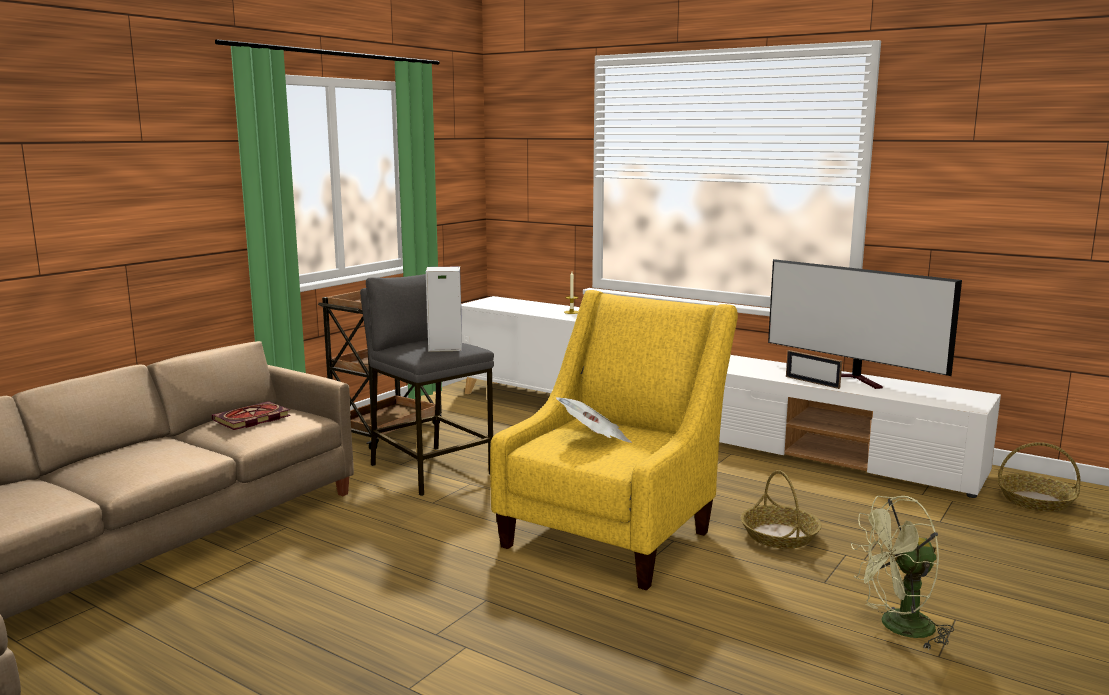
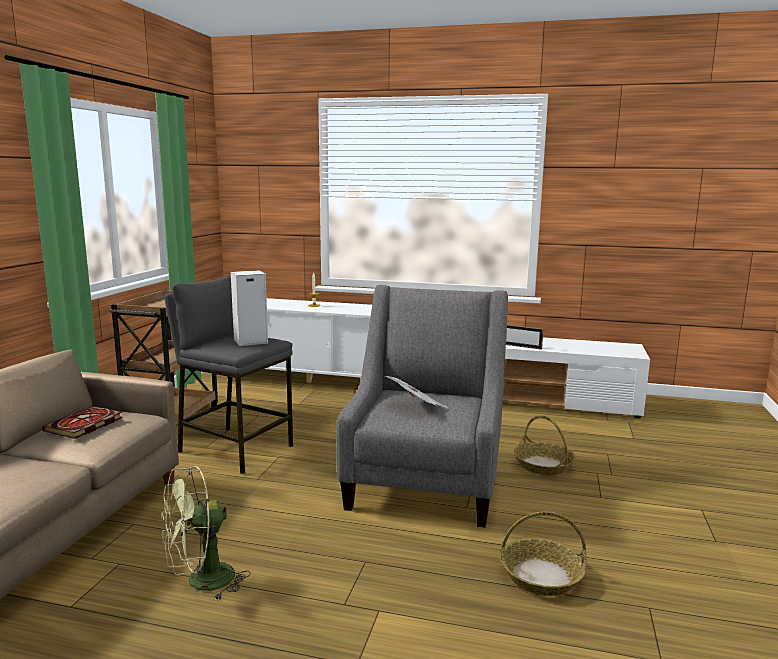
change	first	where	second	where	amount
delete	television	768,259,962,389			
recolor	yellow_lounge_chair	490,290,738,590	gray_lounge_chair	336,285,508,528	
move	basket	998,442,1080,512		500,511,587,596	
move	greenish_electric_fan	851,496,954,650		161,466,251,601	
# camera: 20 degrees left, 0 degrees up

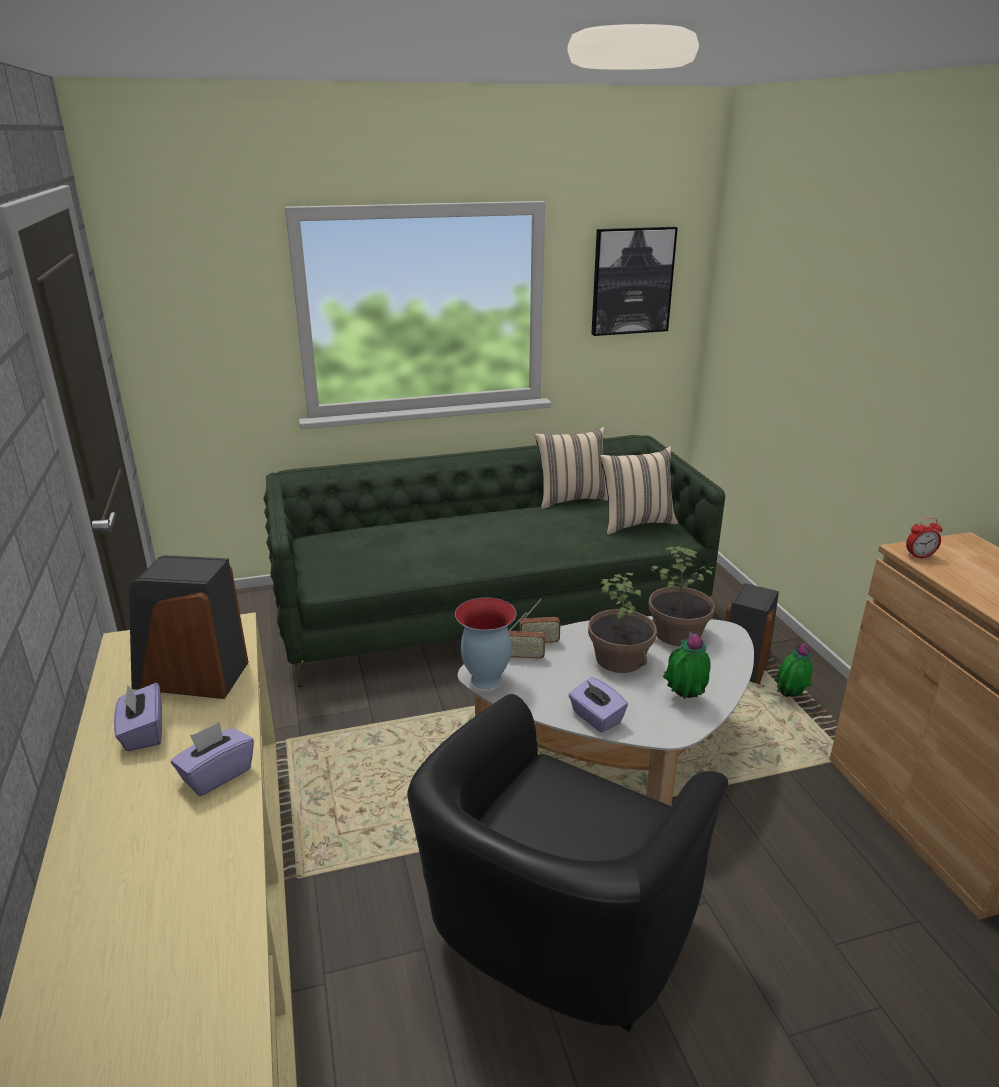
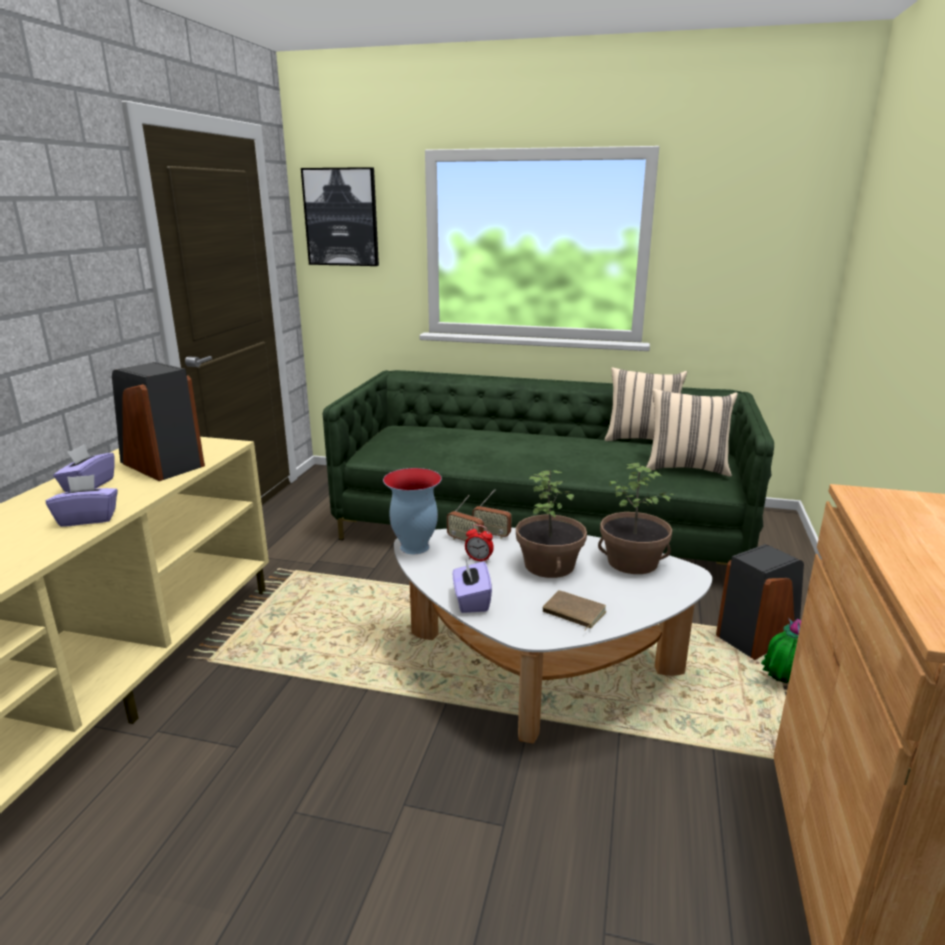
change	first	where	second	where	amount
move	wall_art	591,227,678,336		301,167,379,266	
move	alarm_clock	906,517,942,559		465,525,494,563	
replace	plant_in_a_pot	663,631,711,699	brown-coloured_volume	543,590,607,630	
delete	black_lounge_chair	407,694,728,1032			
# camera: 30 degrees right, 5 degrees down

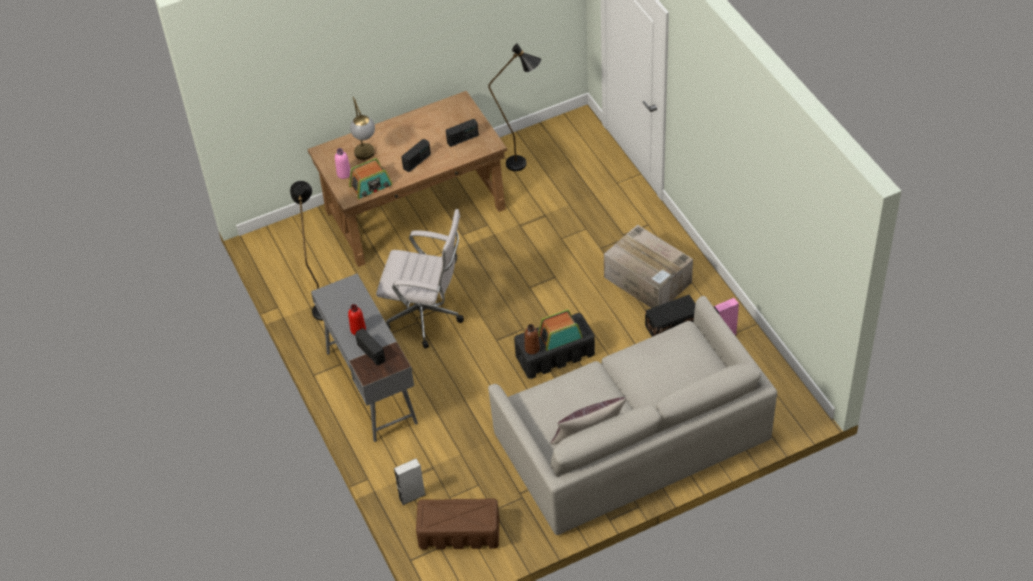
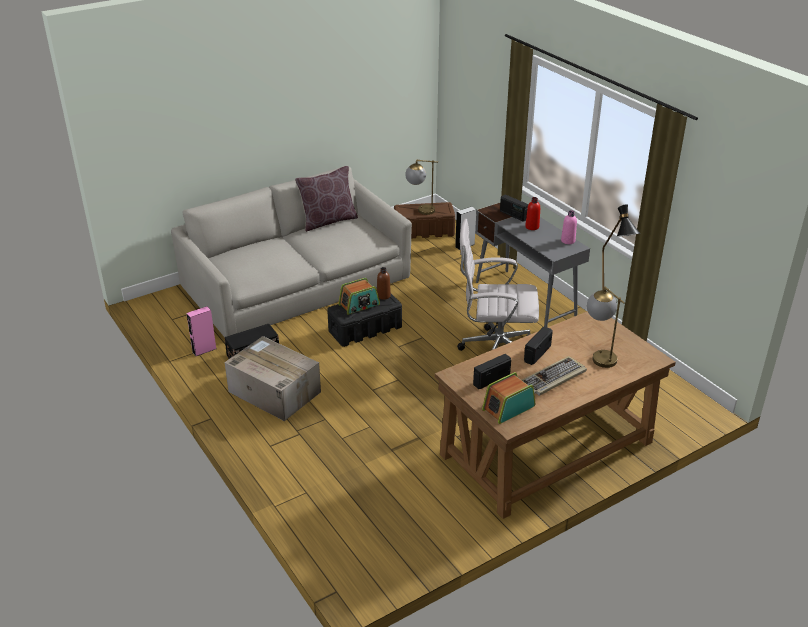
change	first	where	second	where	amount
delete	black_standing_lamp	488,43,541,171			
move	pink_bottle	335,148,351,179		561,210,577,244	
move	radio_set	349,158,392,199		482,372,535,424	
insert			table_lamp	405,160,438,215	
insert			computer_keyboard	522,356,587,396	
# camera: 170 degrees right, 15 degrees down

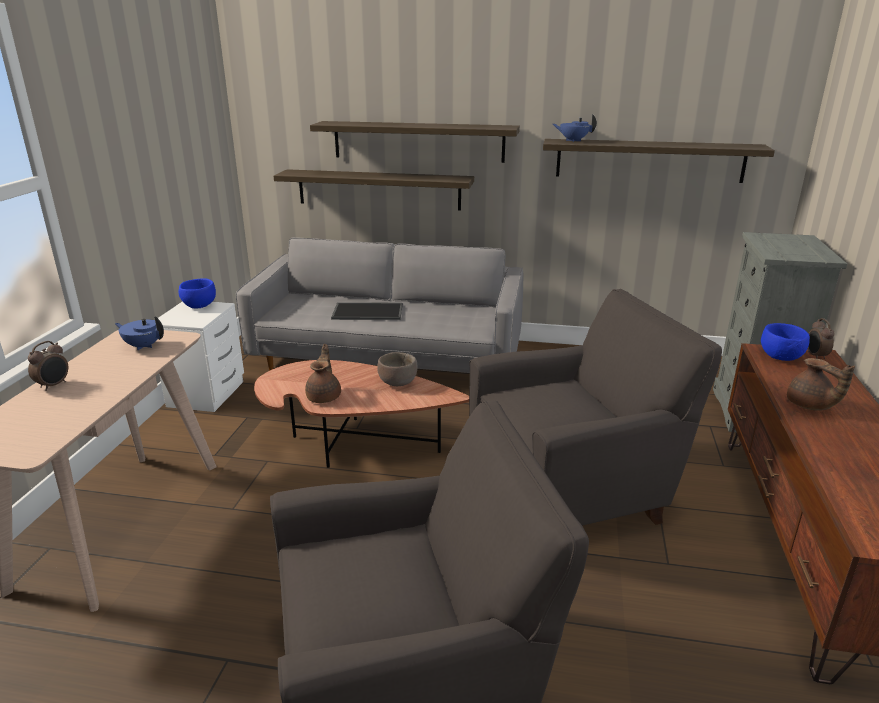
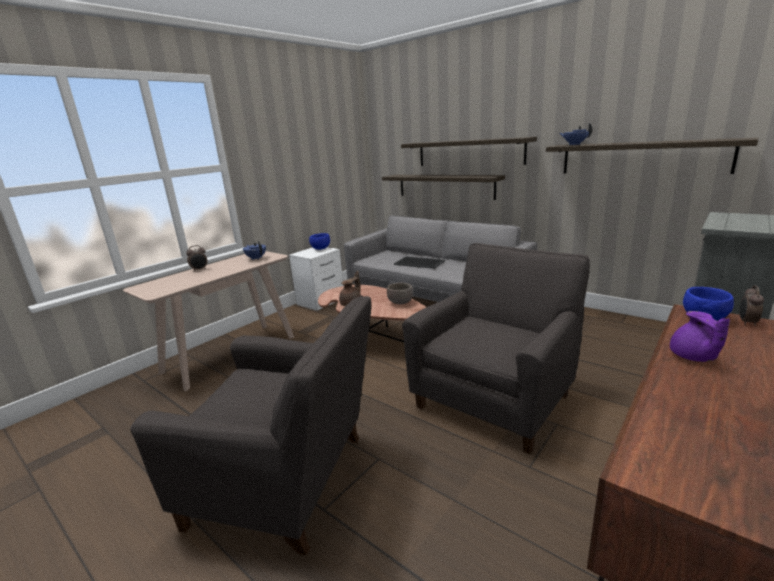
change	first	where	second	where	amount
rotate	gray_lounge_chair	469,289,722,526		402,243,590,454	60 degrees counterclockwise
recolor	brown-coloured_teapot	787,358,855,411	purple_teapot	670,311,730,362	
# camera: 30 degrees right, 5 degrees down

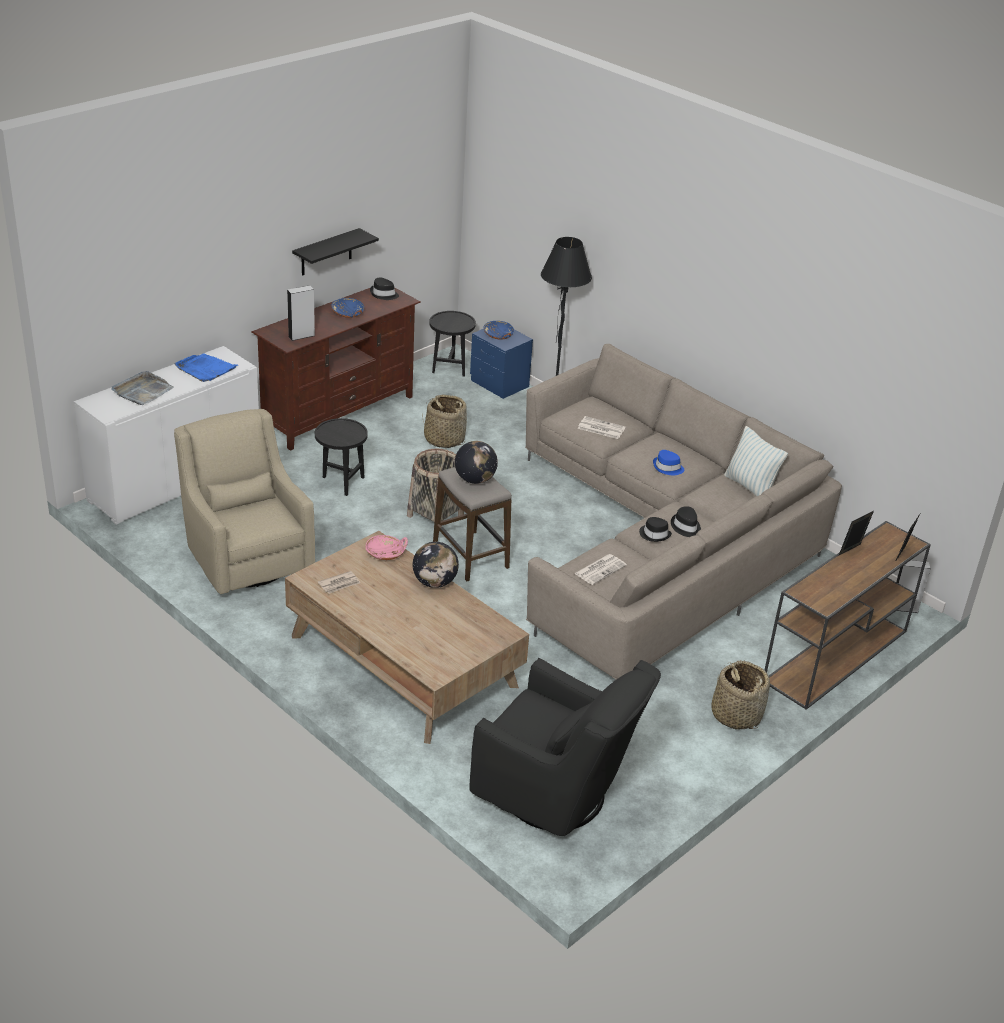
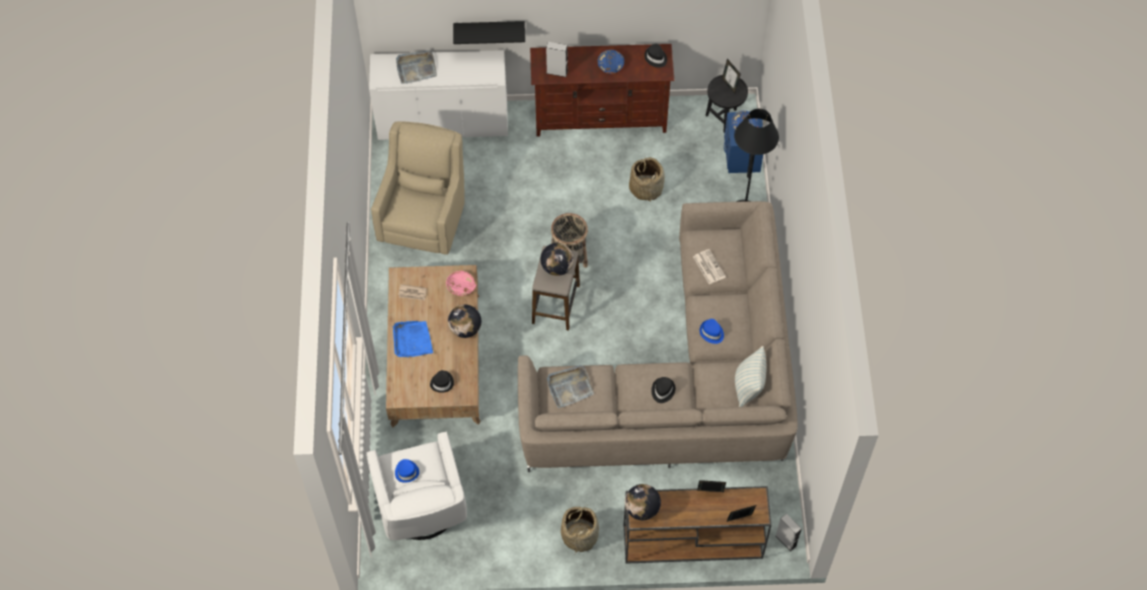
change	first	where	second	where	amount
move	black_bracket_shelf	292,228,379,276		453,21,525,44	
move	bluish_tray	174,353,238,382		393,321,433,357	
delete	black_side_table	315,418,368,496			
move	black_hat	639,517,672,542		430,370,454,393	
replace	newspaper	574,554,627,585	gray_tray	547,365,594,408	
recolor	black_lounge_chair	469,658,661,836	white-coloured_lounge_chair	366,431,467,540	
insert			standing_frame	722,59,741,93	
insert			bluish_hat	395,459,419,483	
insert			world_globe	625,484,661,520	
# camera: 45 degrees right, 25 degrees up

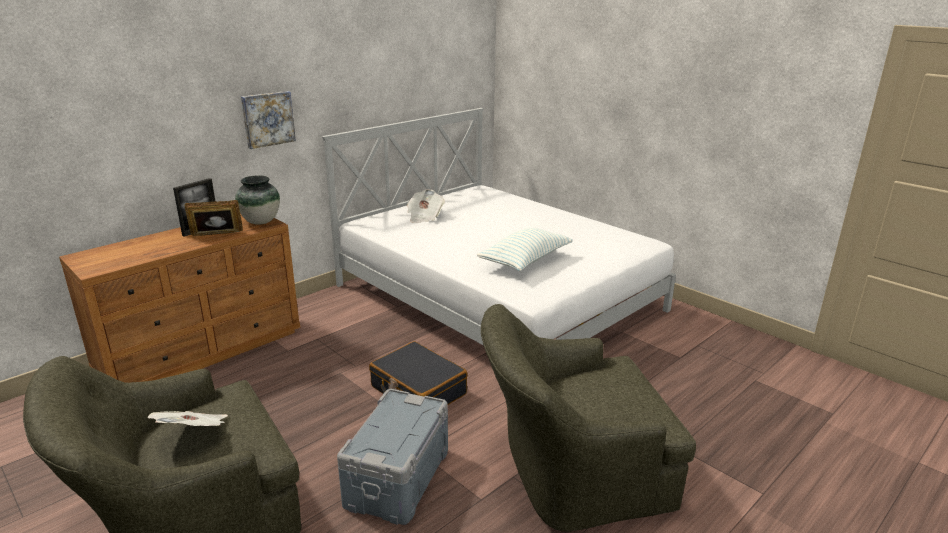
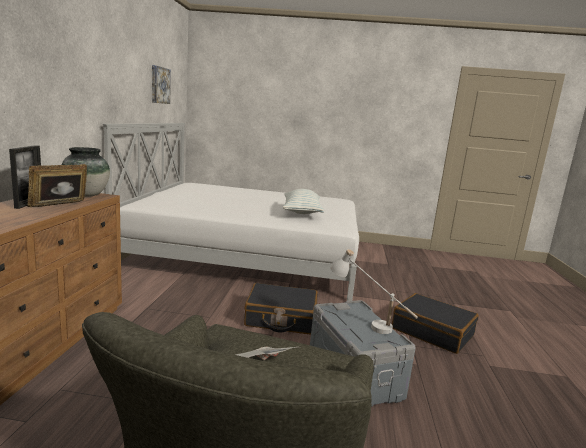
change	first	where	second	where	amount
move	wall_art	241,91,296,149		152,65,171,104	
delete	newspaper	407,189,445,223			
replace	greenish_lounge_chair	481,304,696,532	black_suitcase	392,293,479,354	
insert			white-coloured_table_lamp	330,249,418,334	
# camera: 40 degrees left, 10 degrees down

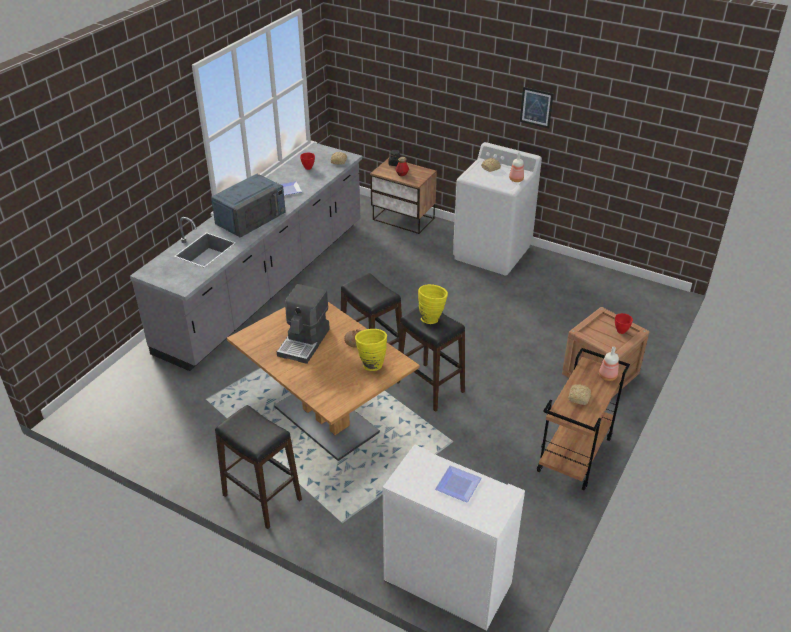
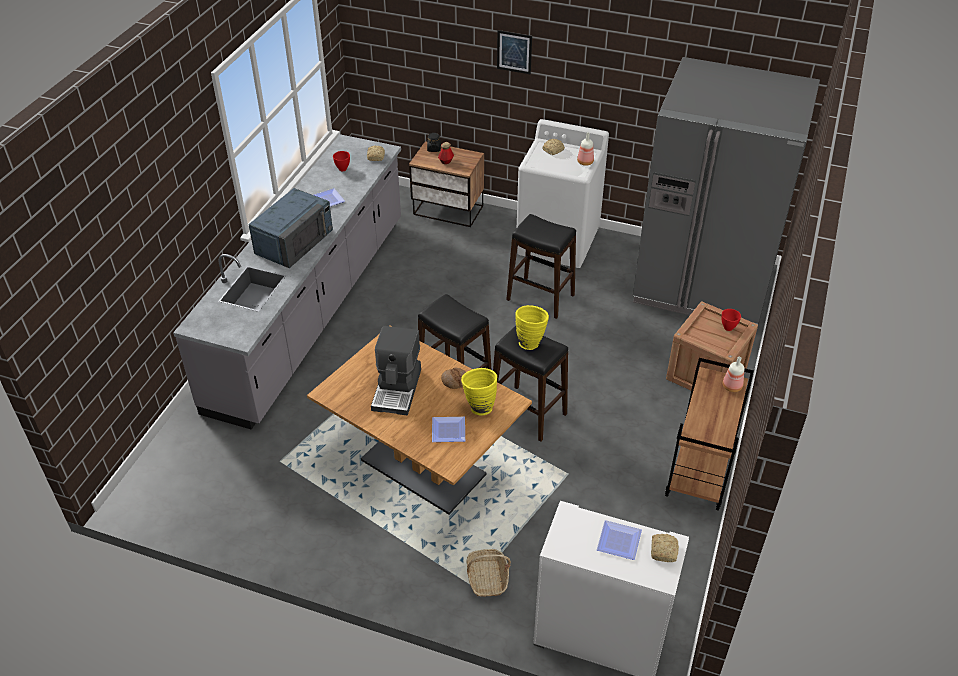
change	first	where	second	where	amount
move	wall_art	520,87,553,128		497,30,532,74	
move	bread	569,384,591,405		651,534,679,562	
move	black_stool_seat	215,405,302,529		506,214,576,319	
insert			gray_refrigerator	633,57,820,324	
insert			flat_dish	432,417,465,442	
insert			basket	466,549,511,597	
# camera: 10 degrees left, 5 degrees up

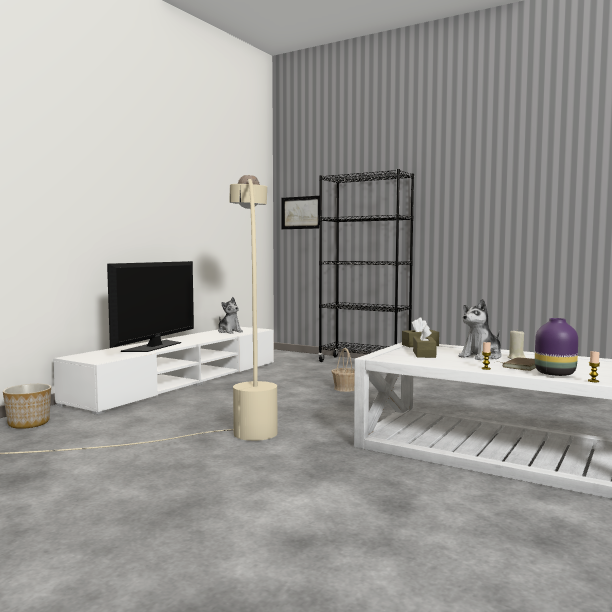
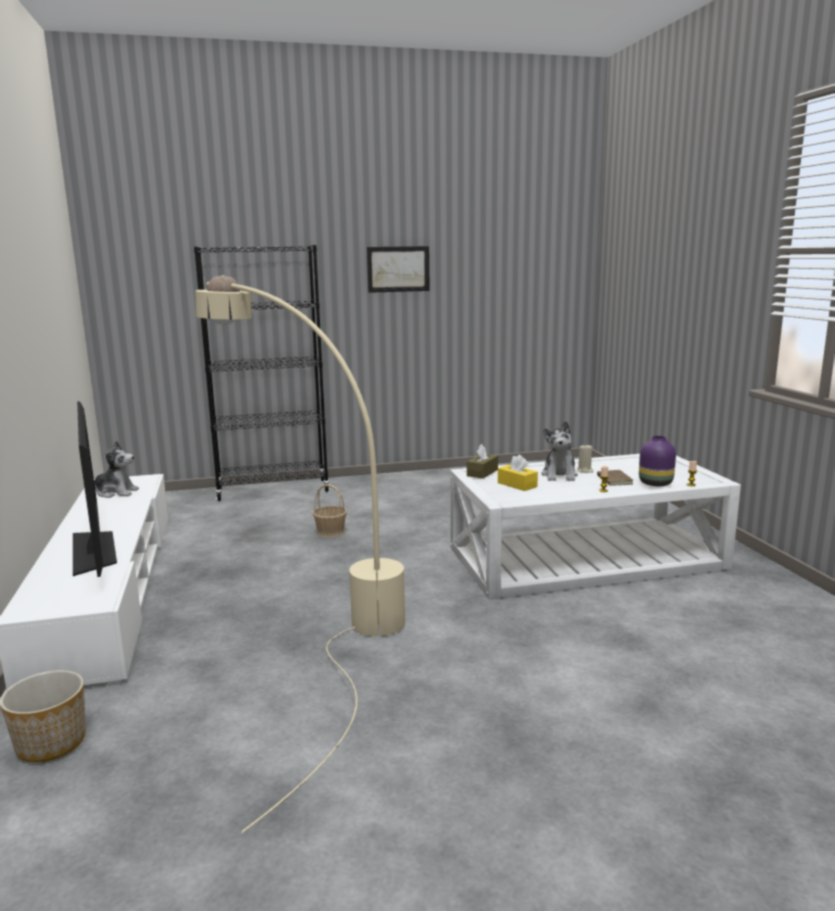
change	first	where	second	where	amount
move	wall_art	281,196,319,229		367,246,430,293	
recolor	brown-coloured_tissue_holder	413,325,437,358	yellow_tissue_holder	498,455,538,491	
# camera: 45 degrees left, 10 degrees up

